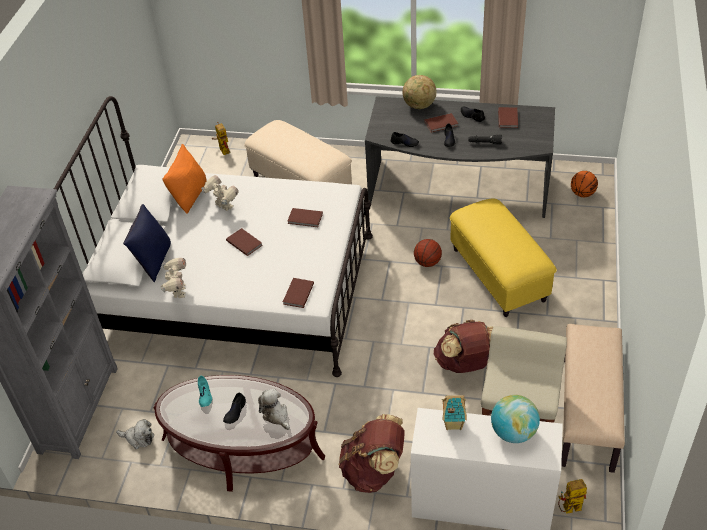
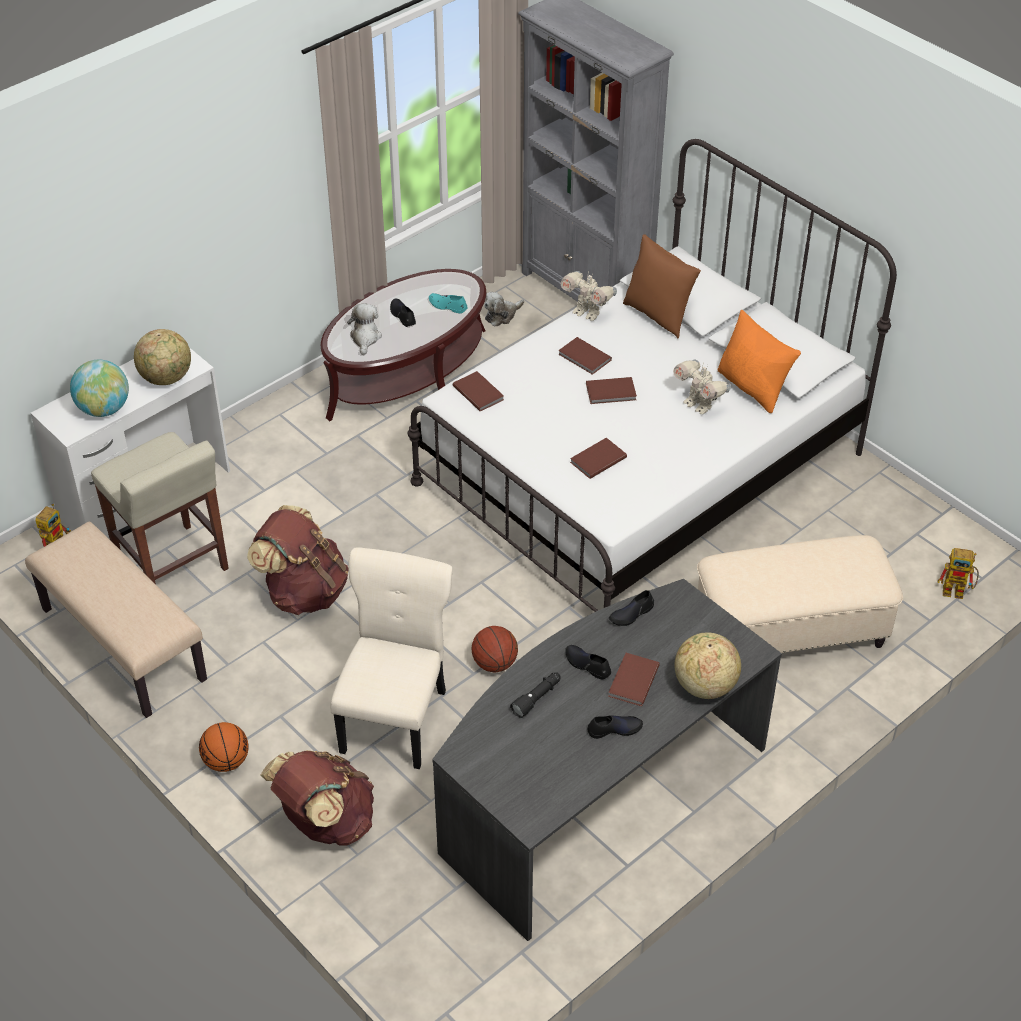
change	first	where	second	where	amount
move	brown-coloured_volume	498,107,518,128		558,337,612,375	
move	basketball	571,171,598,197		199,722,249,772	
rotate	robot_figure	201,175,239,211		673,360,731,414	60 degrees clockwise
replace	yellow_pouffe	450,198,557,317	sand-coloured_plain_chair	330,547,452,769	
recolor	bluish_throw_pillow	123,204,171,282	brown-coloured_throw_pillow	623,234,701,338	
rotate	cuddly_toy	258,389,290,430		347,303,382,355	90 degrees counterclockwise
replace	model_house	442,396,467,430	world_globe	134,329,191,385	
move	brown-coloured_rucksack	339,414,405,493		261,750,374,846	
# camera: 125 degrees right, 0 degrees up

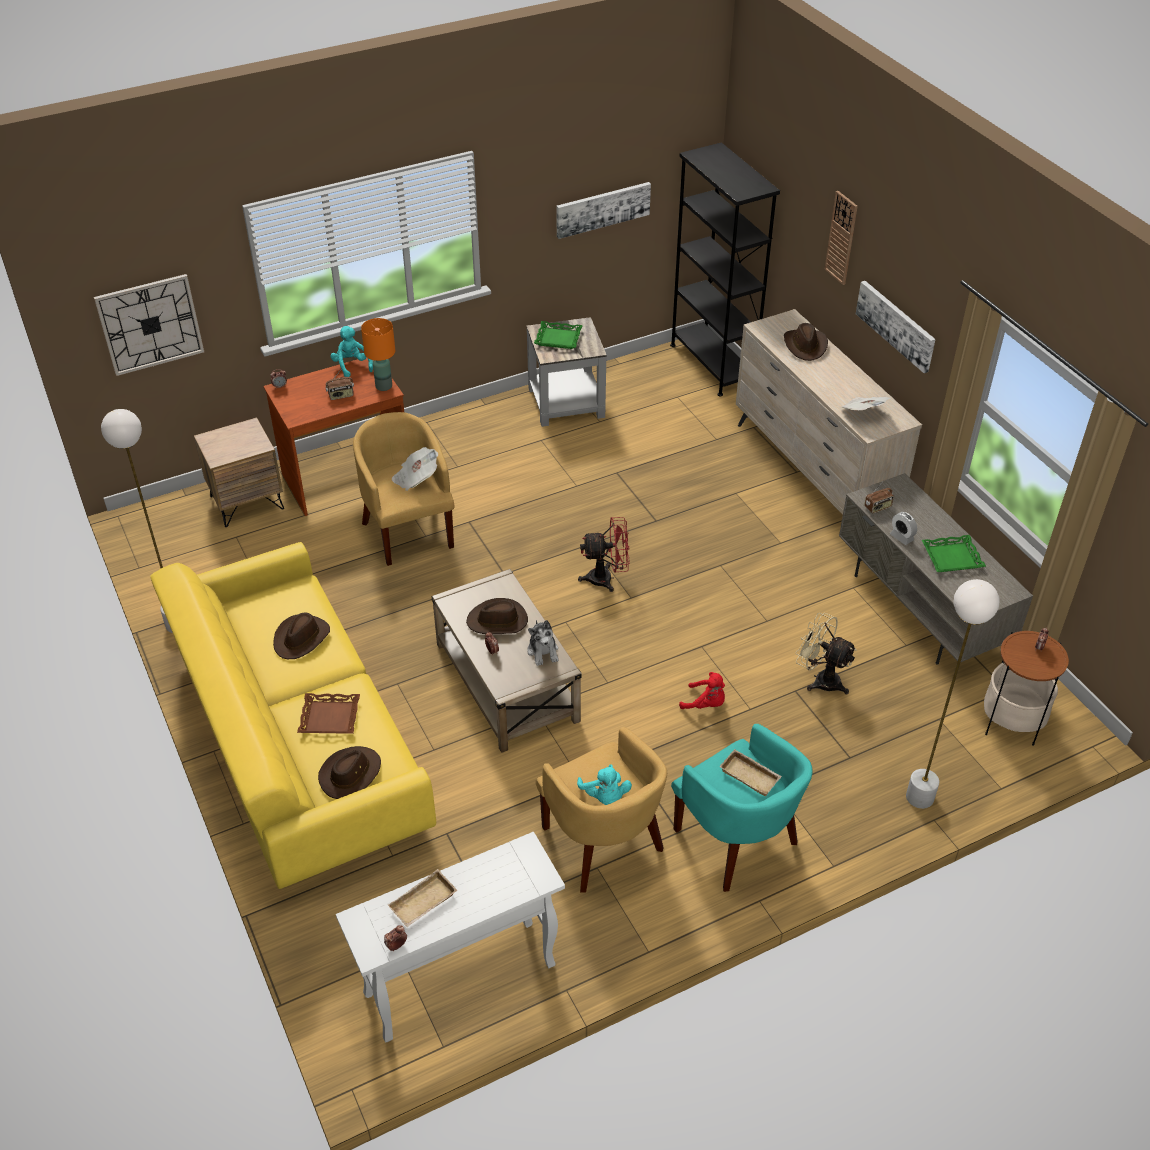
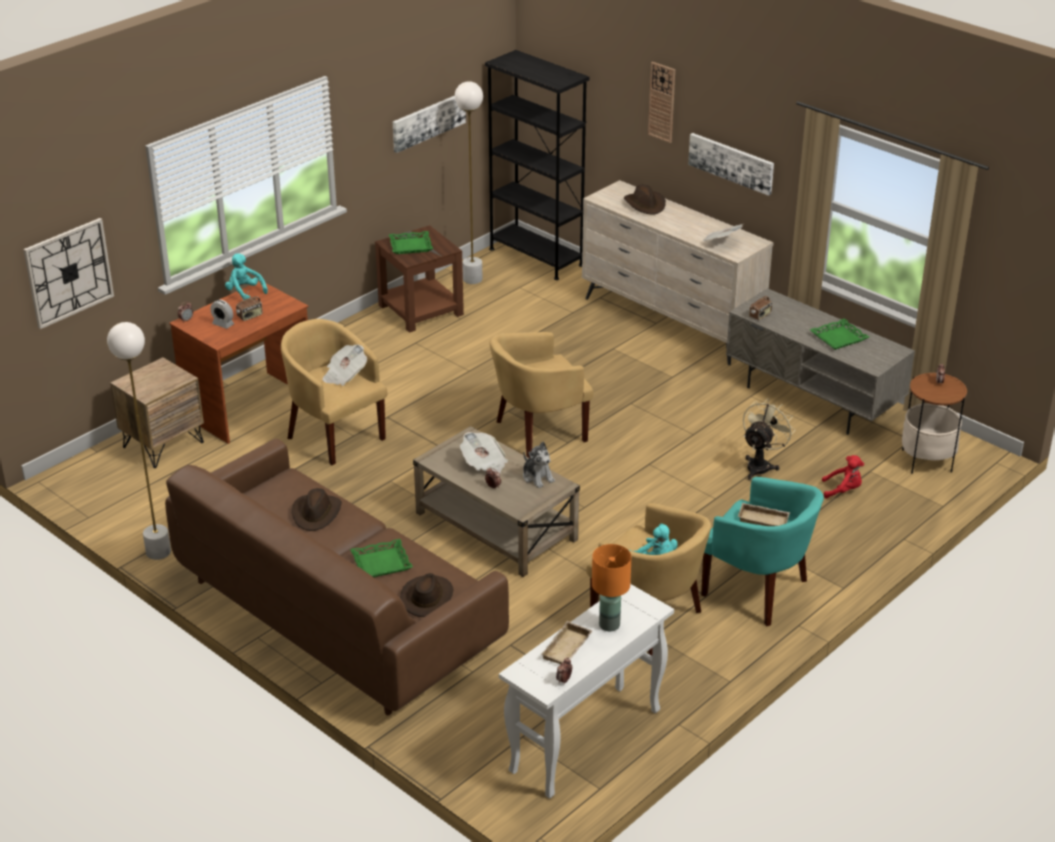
change	first	where	second	where	amount
recolor	gray_side_table	526,317,607,427	brown-coloured_side_table	375,225,464,333	
move	orange_table_lamp	361,318,395,391		592,544,632,631	
move	alarm_clock	890,512,917,545		211,300,234,329	
replace	red_electric_fan	578,517,630,592	yellow_lounge_chair	489,332,593,458	
recolor	yellow_couch	150,542,436,889	brown-coloured_couch	165,438,509,716	
move	white-coloured_standing_lamp	906,579,1000,809		455,81,483,284	
replace	brown-coloured_hat	466,598,528,634	newspaper	460,432,508,473	
rotate	sand-coloured_electric_fan	795,613,857,695		743,398,795,480	105 degrees clockwise
move	red_cuddly_toy	679,672,725,709		822,455,864,498	
recolor	brown-coloured_tray	297,693,360,734	greenish_tray	350,539,413,577	
# camera: 20 degrees left, 10 degrees down

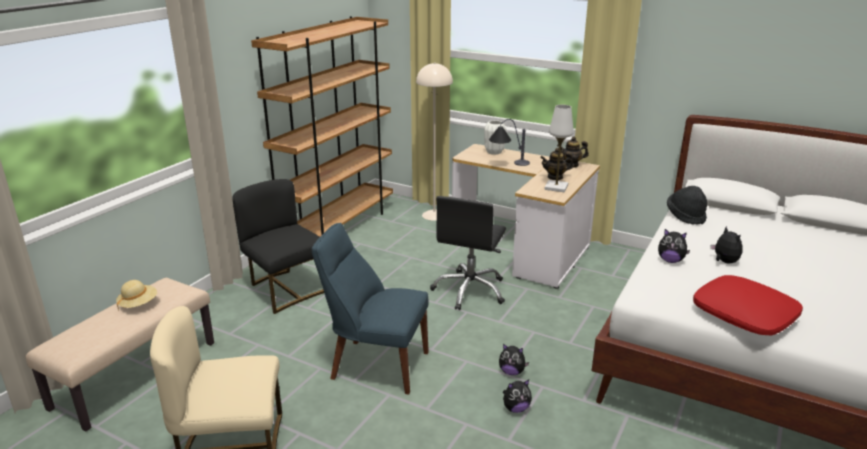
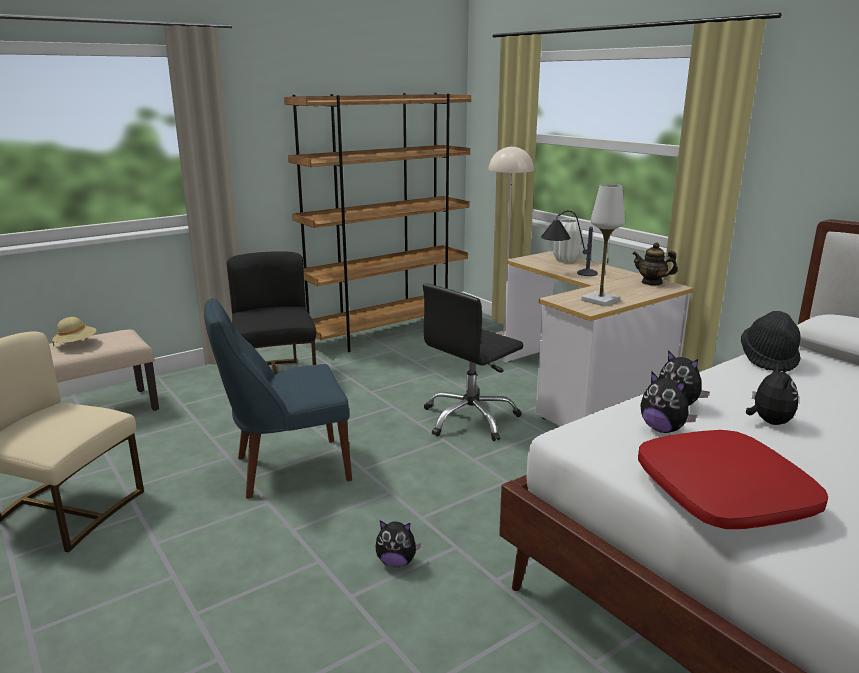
change	first	where	second	where	amount
delete	teapot	540,148,573,180			
rotate	bluish_plain_chair	312,223,429,395		204,298,352,499	60 degrees counterclockwise
move	cuddly_toy	499,344,529,375		640,371,697,433	
# camera: 25 degrees right, 5 degrees down

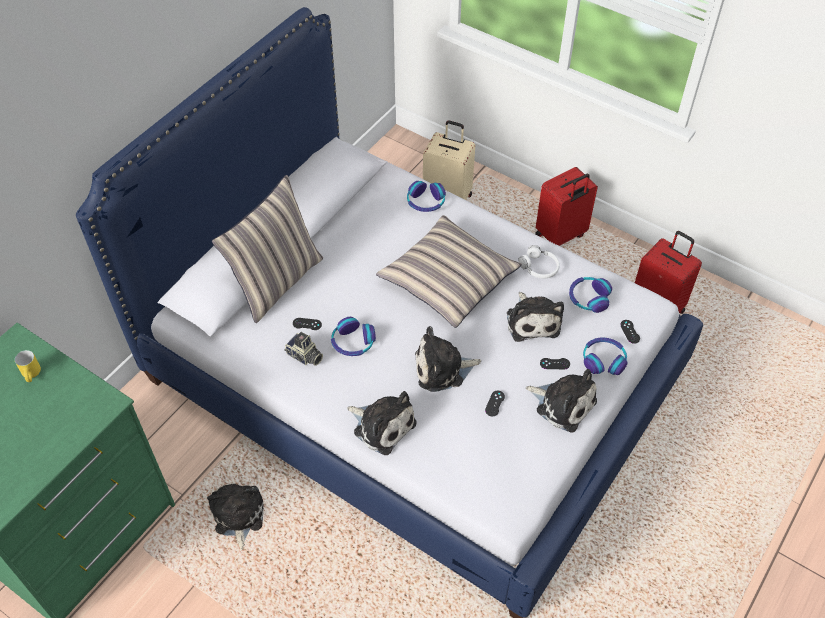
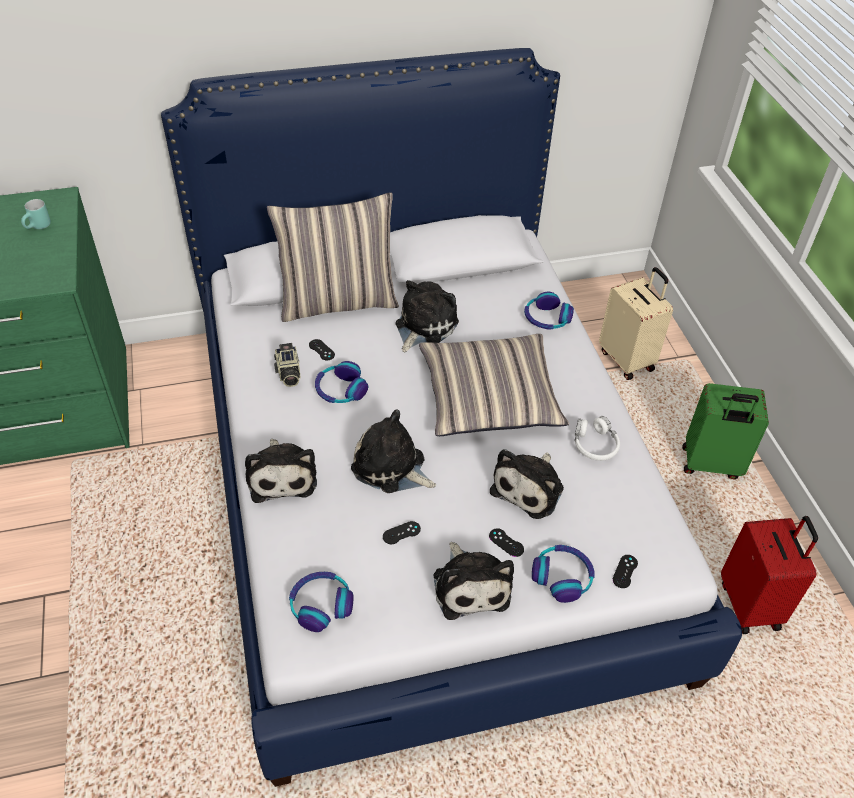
change	first	where	second	where	amount
recolor	red_suitcase	535,167,598,246	greenish_suitcase	682,383,769,479	
move	headset	569,277,612,313		289,572,353,632	
recolor	yellow_mug	15,350,41,382	turquoise-coloured_mug	21,199,51,229	
move	cuddly_toy	207,483,264,550		396,280,459,352	
# camera: 40 degrees right, 5 degrees down

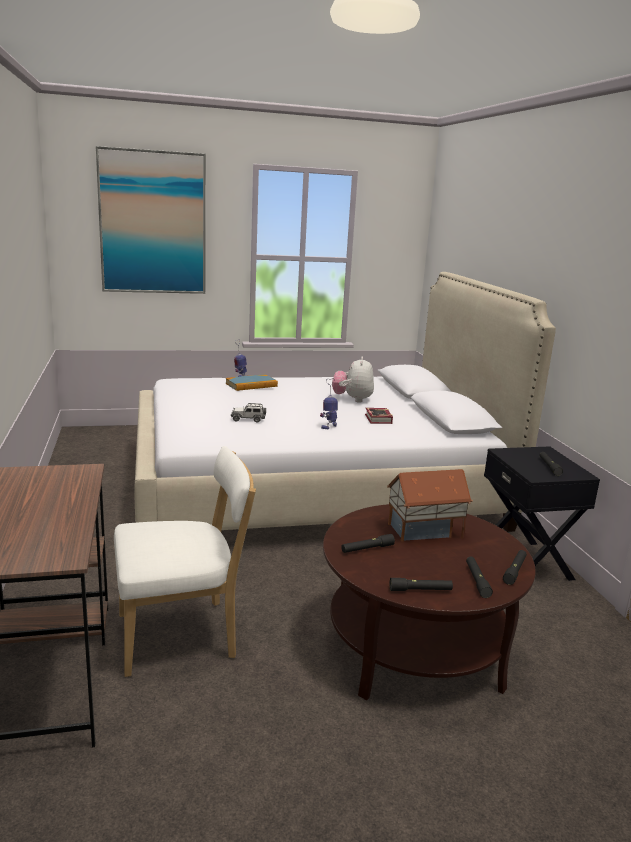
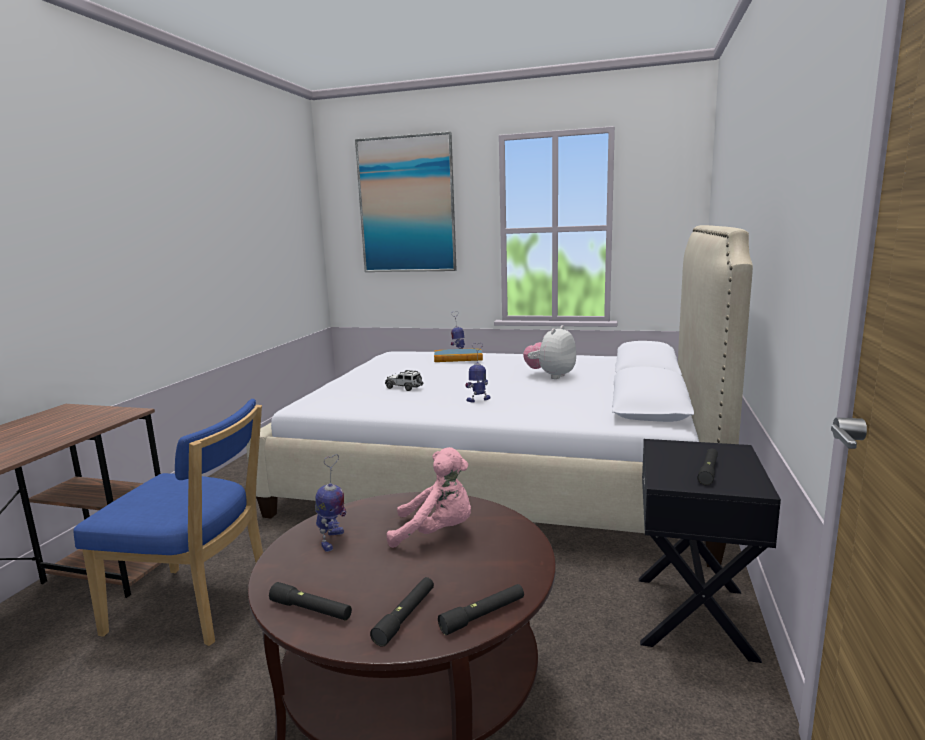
change	first	where	second	where	amount
delete	volume	365,408,393,424			
recolor	white-coloured_plain_chair	114,446,256,677	bluish_plain_chair	73,399,263,646	
replace	model_house	387,469,473,542	pink_cuddly_toy	387,447,471,548	
replace	black_torch	341,534,395,553	robot_figure	315,454,346,552	
# camera: 30 degrees right, 5 degrees down

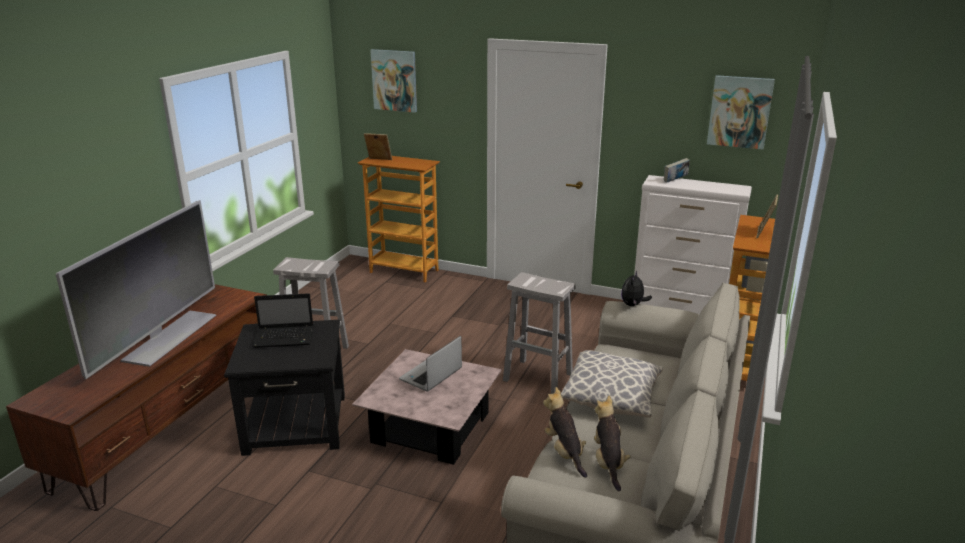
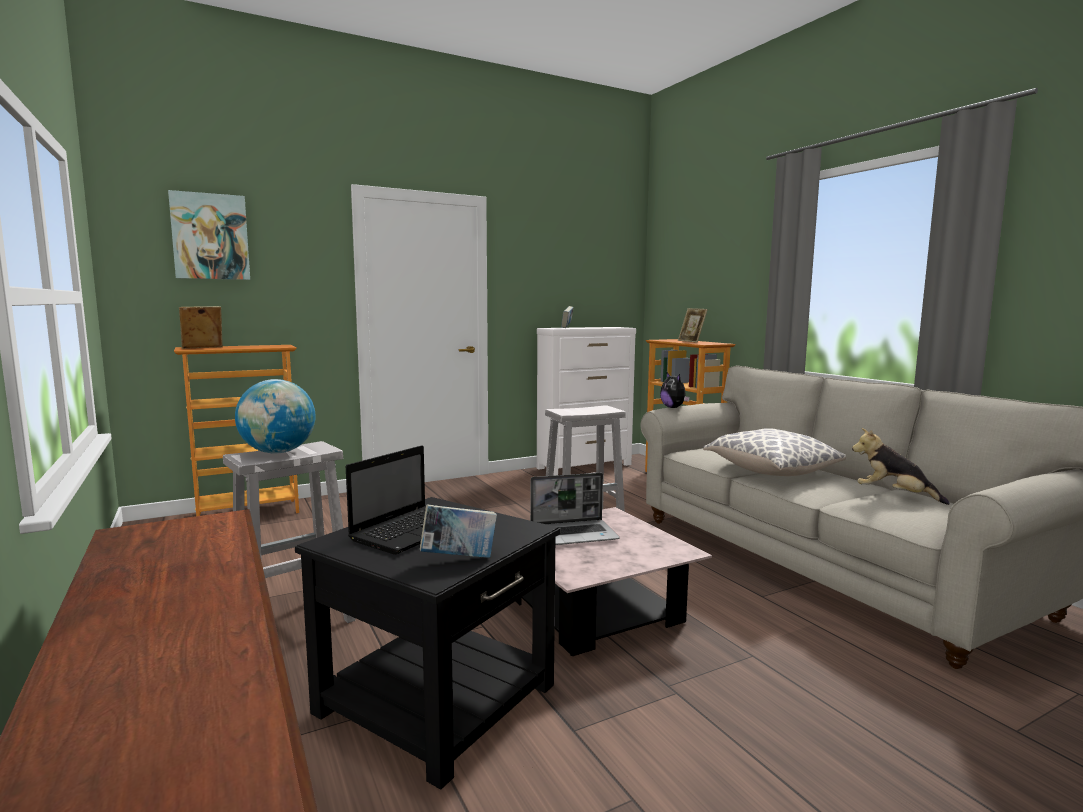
change	first	where	second	where	amount
delete	wall_art	707,75,775,150			
delete	television	56,200,216,379			
rotate	laptop	399,336,462,392		530,473,620,545	90 degrees counterclockwise
delete	cuddly_toy	543,387,587,478			
insert			world_globe	235,379,315,453	
insert			volume	420,504,497,558	
# camera: 50 degrees left, 15 degrees down

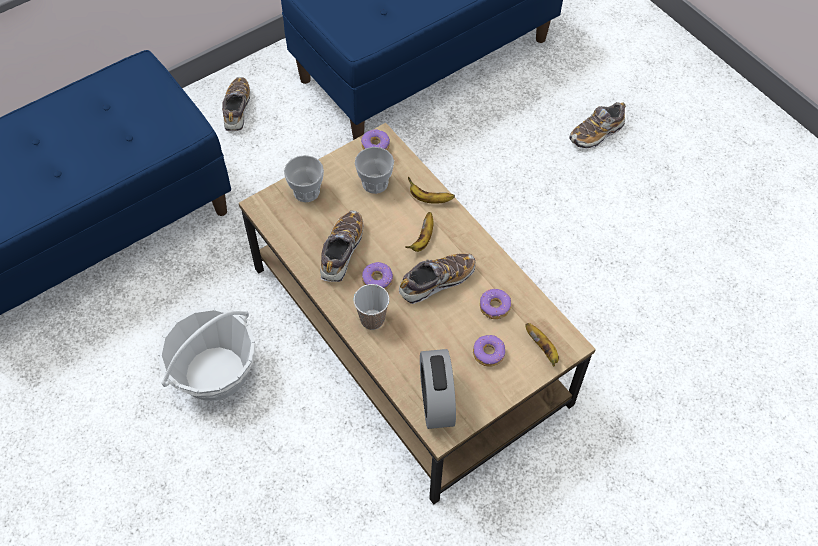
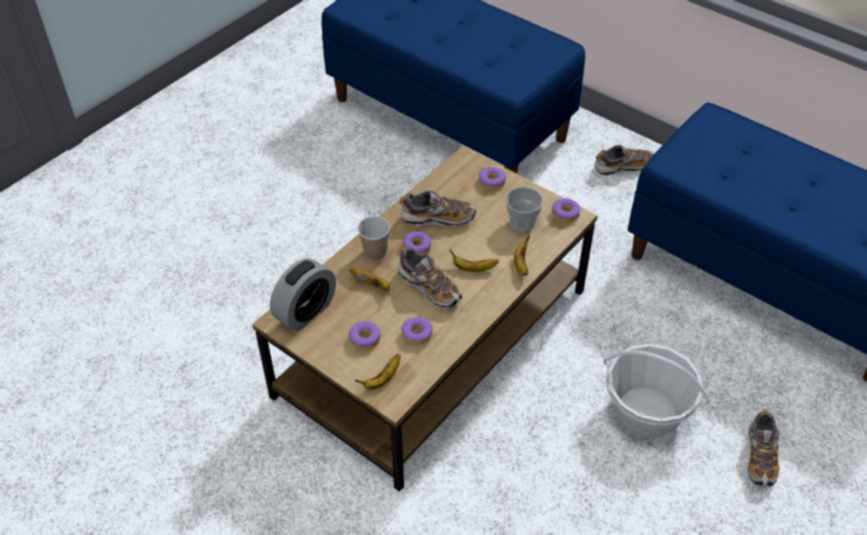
change	first	where	second	where	amount
rotate	low_shoe	569,102,626,148		747,409,779,486	120 degrees counterclockwise
replace	drinking_cup	284,155,324,202	doughnut	479,167,506,190	
move	basket	158,307,256,401		603,344,710,438	
rotate	alarm_clock	420,349,456,429		270,258,336,331	150 degrees clockwise
insert			banana_fruit	349,268,390,291	
# camera: 75 degrees right, 10 degrees down

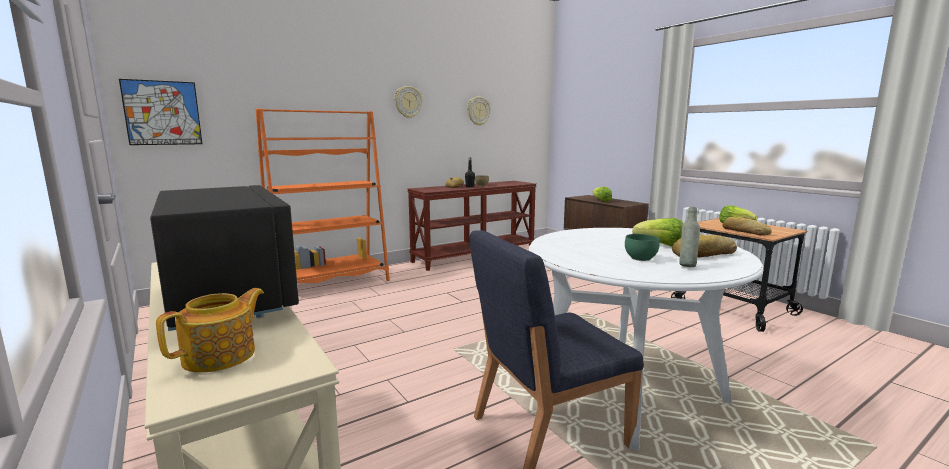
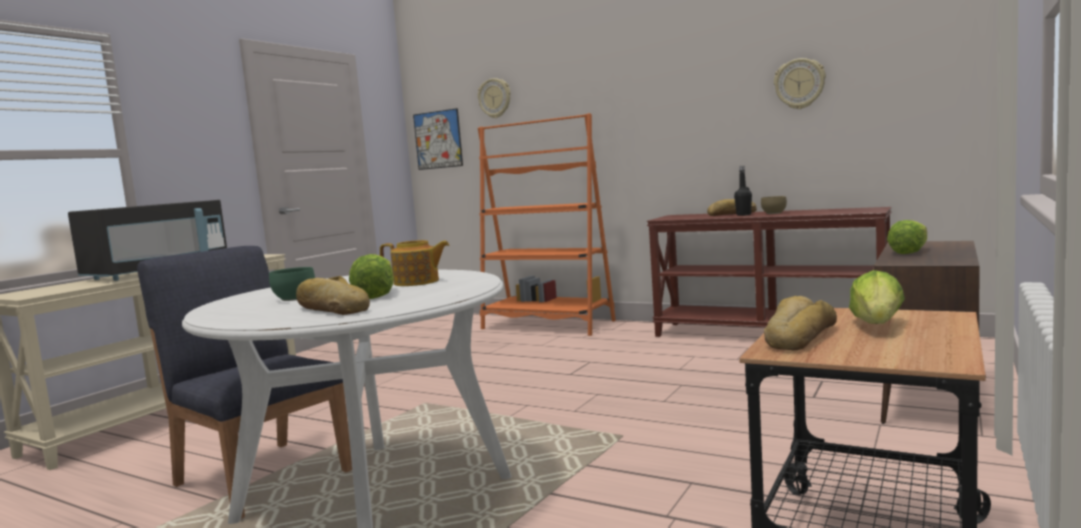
change	first	where	second	where	amount
move	hanging_clock	394,86,423,118		478,78,511,118	
delete	gray_bottle	679,207,700,267			
move	teapot	156,288,264,373		380,240,449,286	
# camera: 65 degrees right, 5 degrees down

